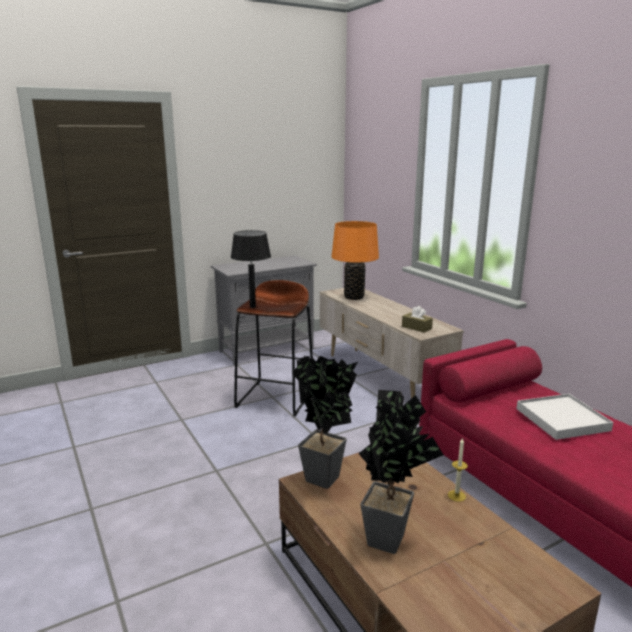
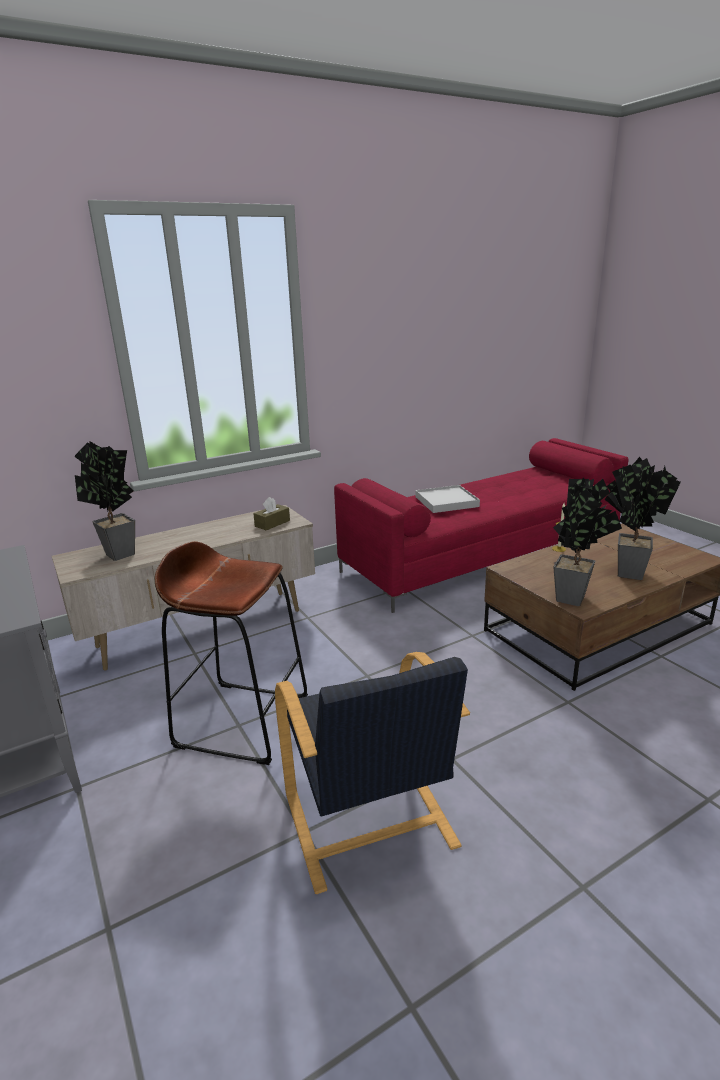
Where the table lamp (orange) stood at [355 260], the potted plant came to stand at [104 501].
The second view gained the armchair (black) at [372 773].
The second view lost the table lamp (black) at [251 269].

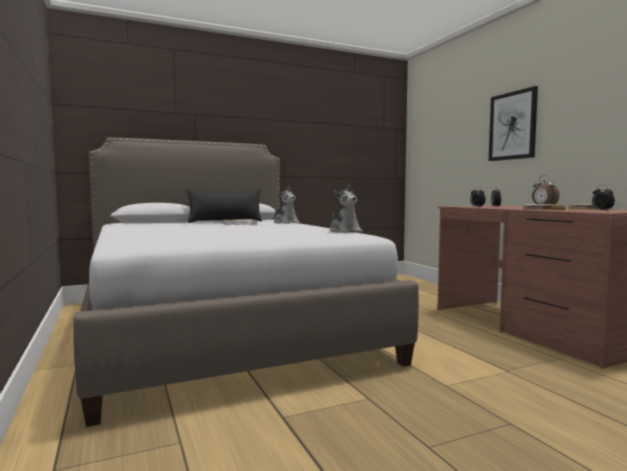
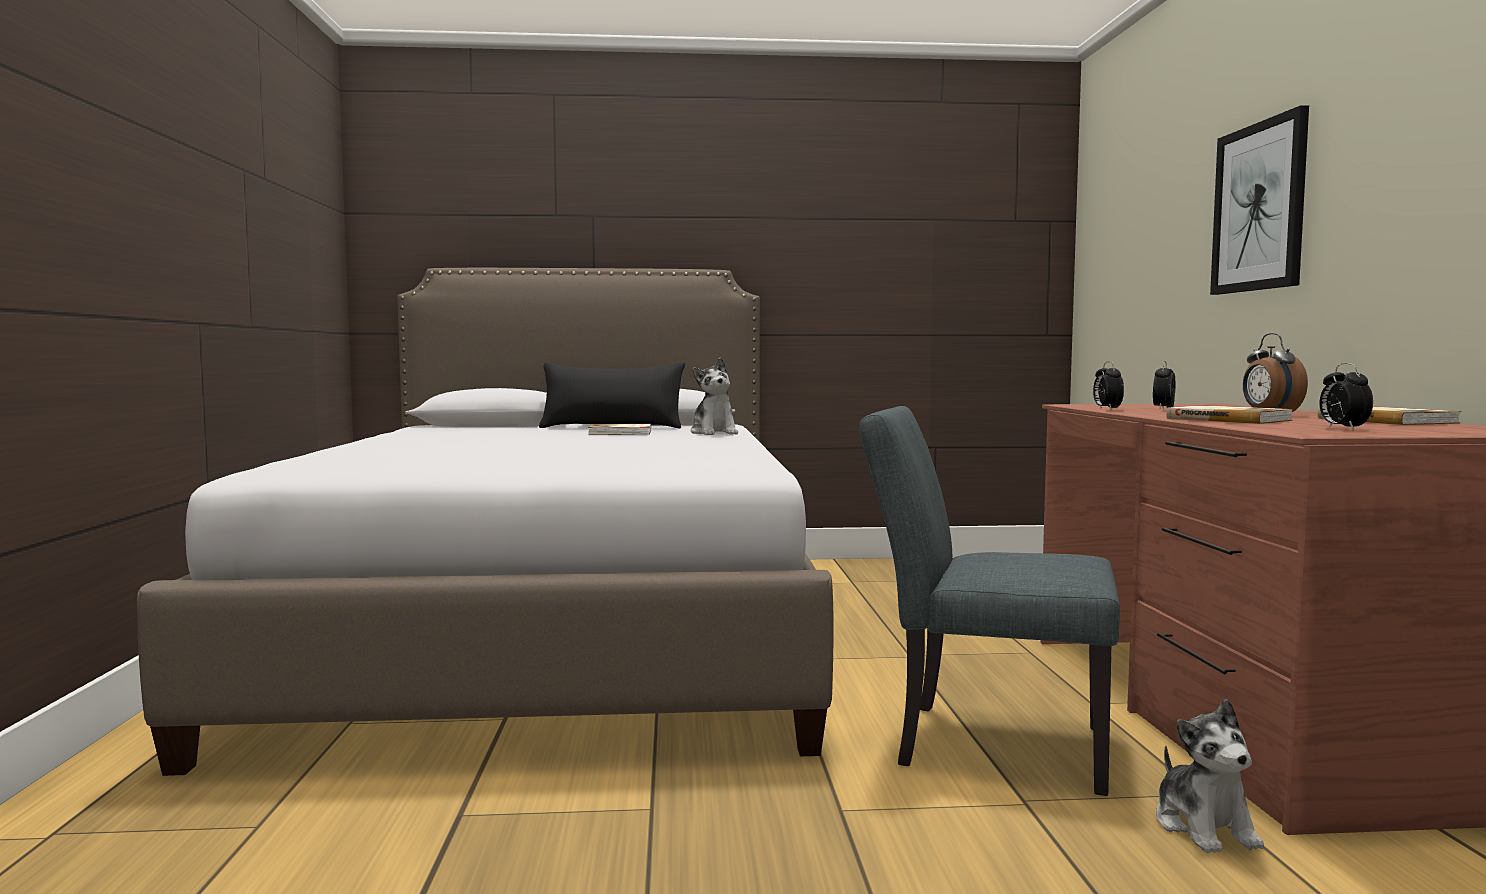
The second view gained the chair (grey) at [989 601].
The plush toy ended up elsewhere, having gone from [346 208] to [1210 776].

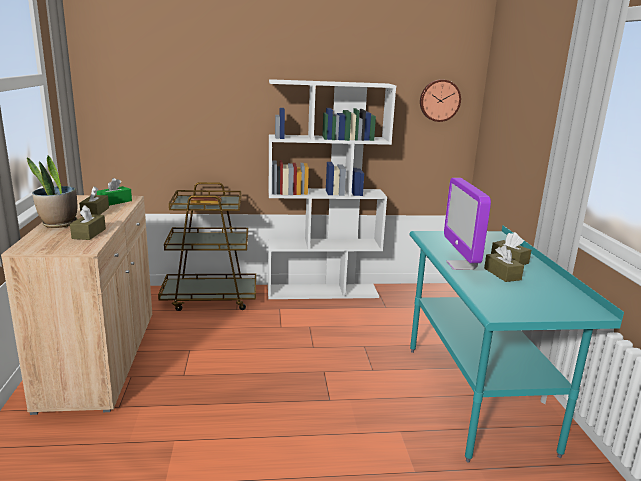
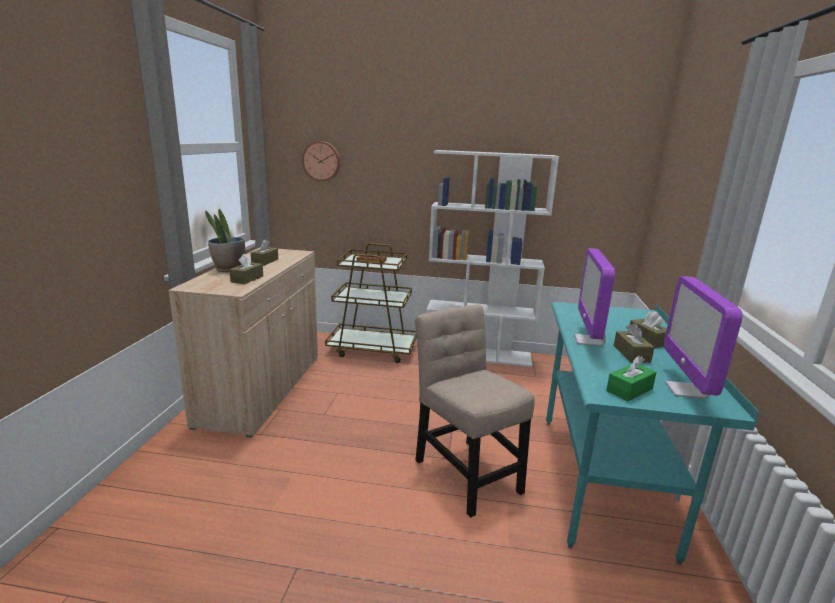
The wall clock ended up elsewhere, having gone from [440 100] to [321 161].
The second view gained the chair (beige) at [475 411].
The tissue box (green) ended up elsewhere, having gone from [114 192] to [631 378].
The second view gained the monitor at [703 337].

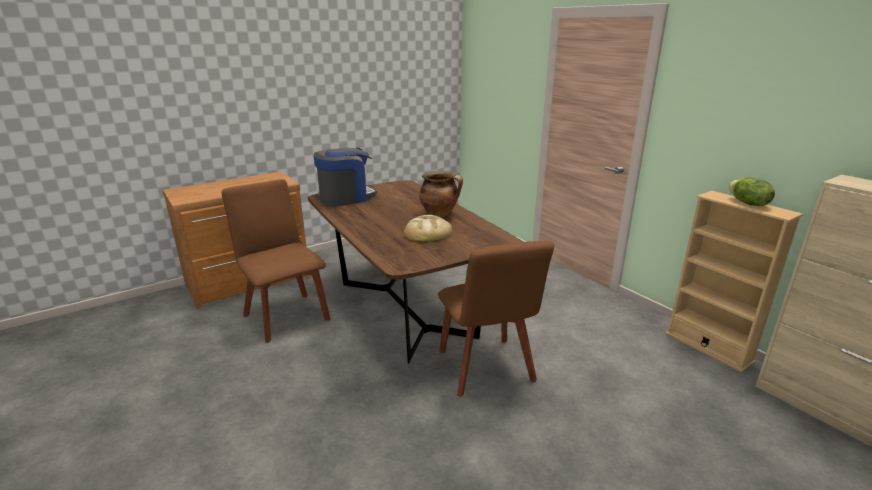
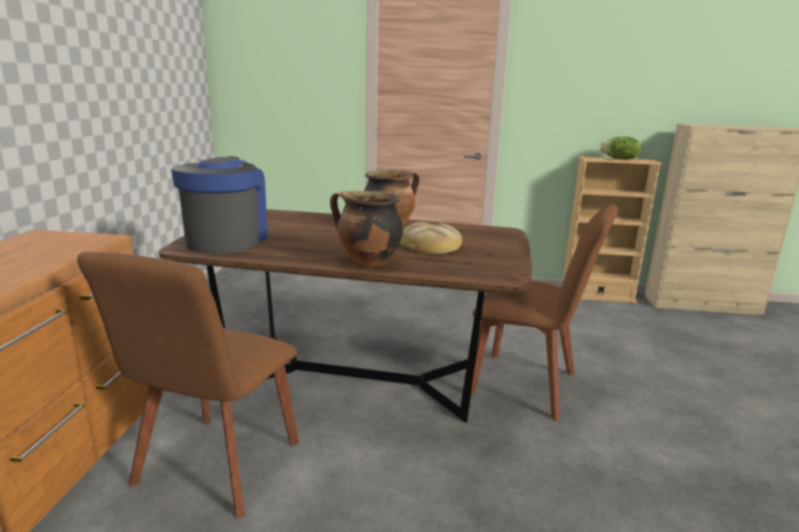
The chair (brown) at [275 261] ended up facing another way, 75 degrees counterclockwise from before.
The second view gained the cooking pot at [366 229].

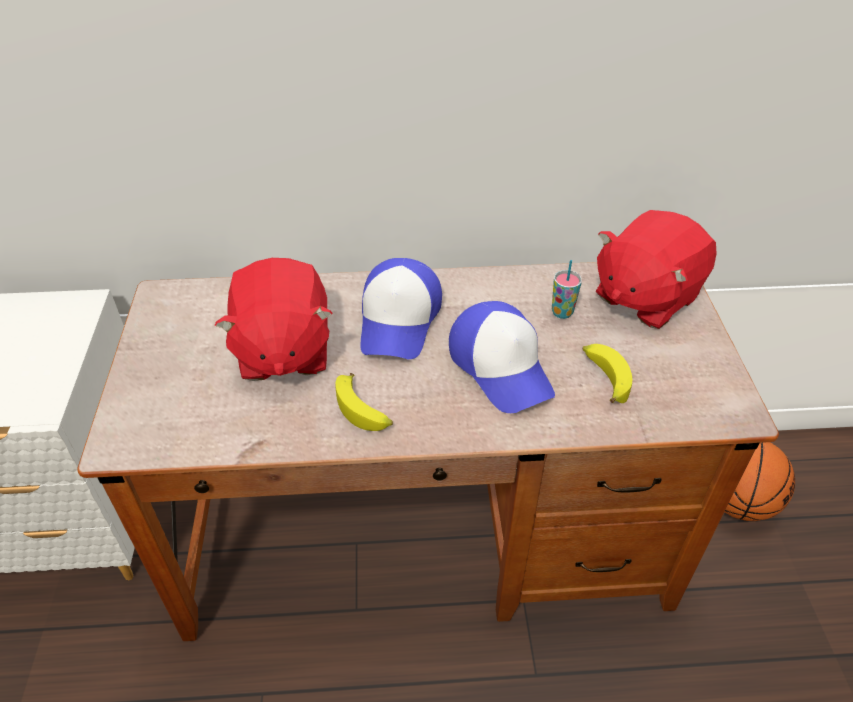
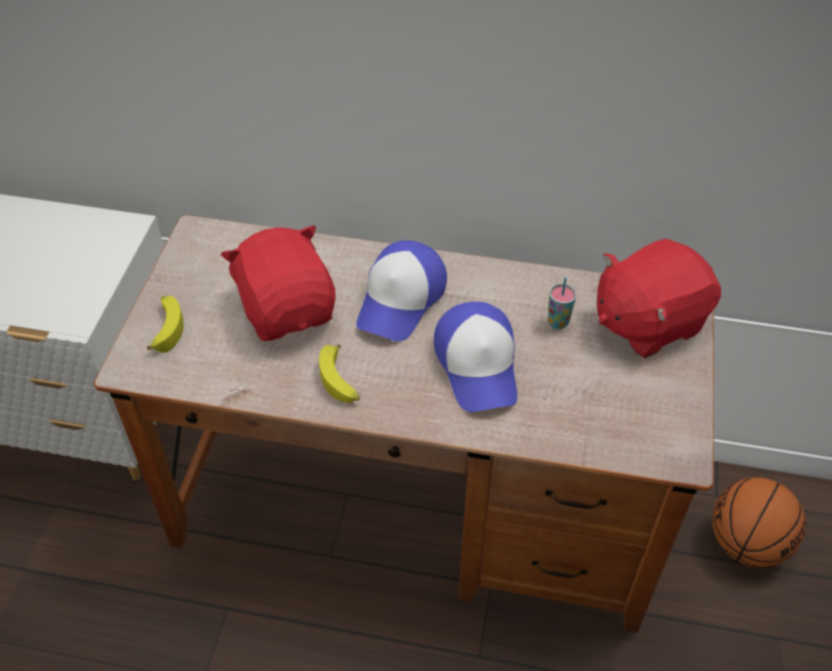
The banana ended up elsewhere, having gone from [607 373] to [165 324].
The plush toy (red) at [274 319] ended up facing another way, 150 degrees clockwise from before.

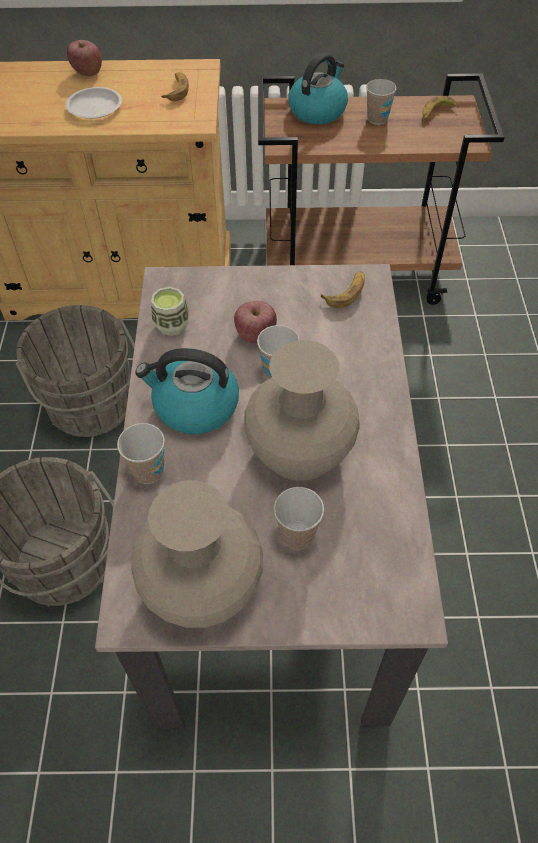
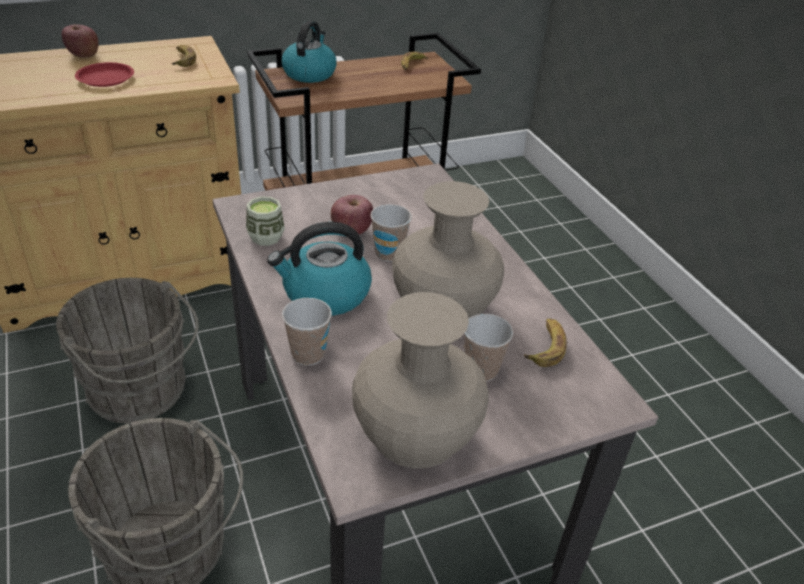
What was the plate (white) at [94 103] turned into the plate (red) at [104 74].
The banana ended up elsewhere, having gone from [343 289] to [545 342].
The second view lost the cup at [381 102].

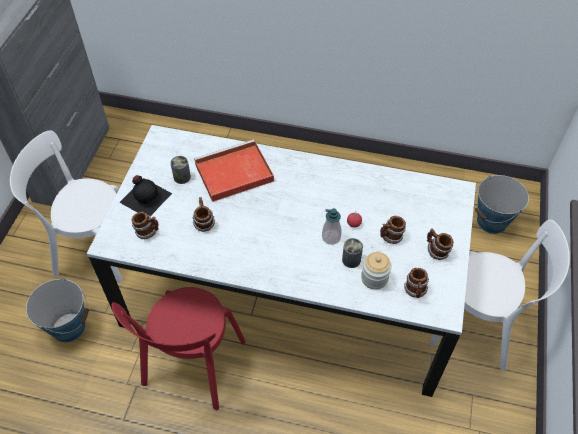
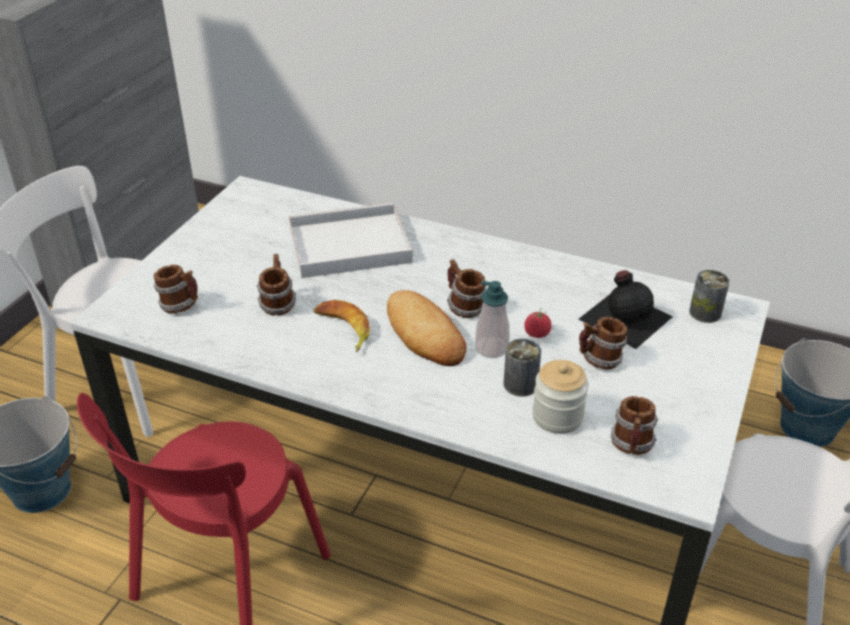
What was the tray (red) at [234 170] turned into the tray (white) at [351 240].
The second view gained the banana at [341 326].
The second view gained the bread at [426 328].
The mug ended up elsewhere, having gone from [440 244] to [466 288].
The bottle (black) ended up elsewhere, having gone from [145 195] to [625 309].
The can ended up elsewhere, having gone from [180 170] to [709 296].

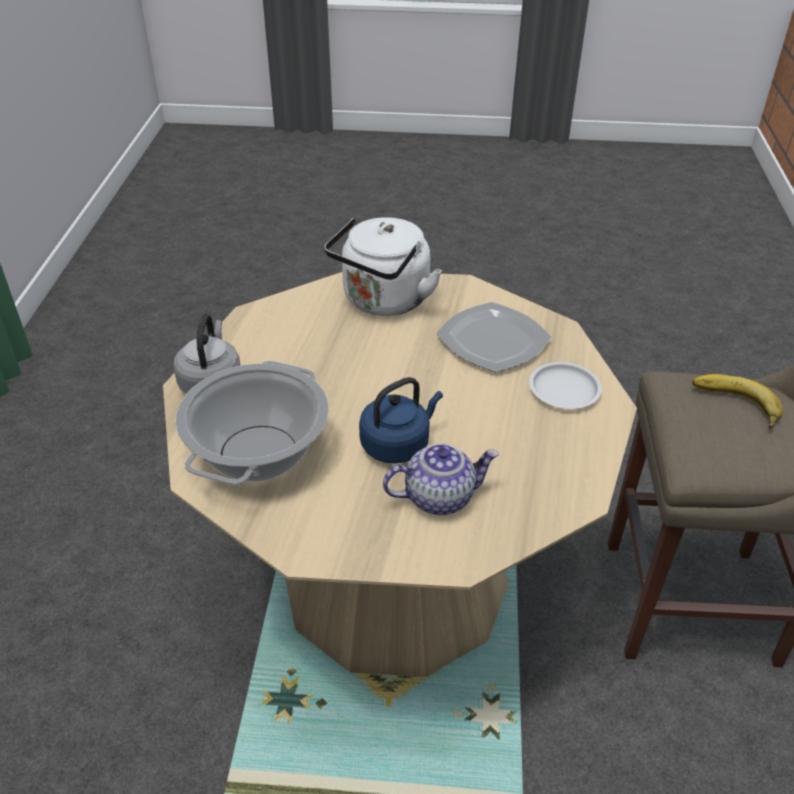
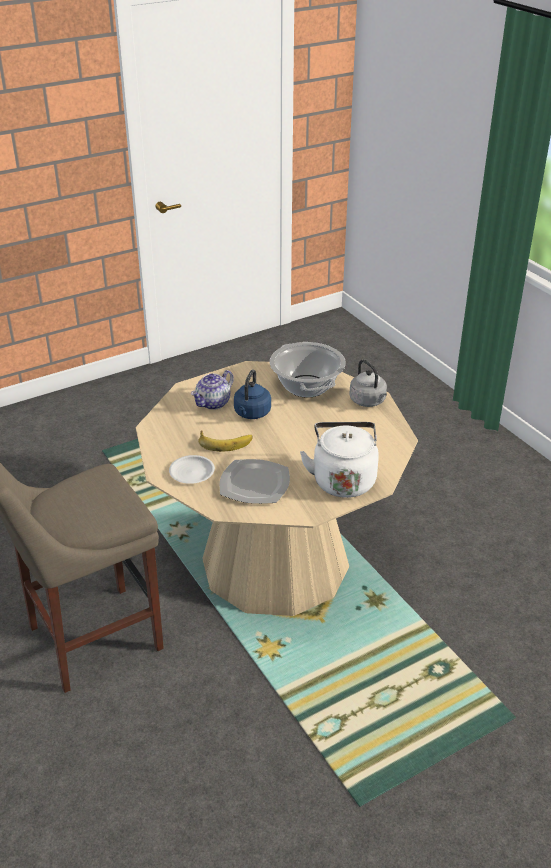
The banana ended up elsewhere, having gone from [737 401] to [225 441].

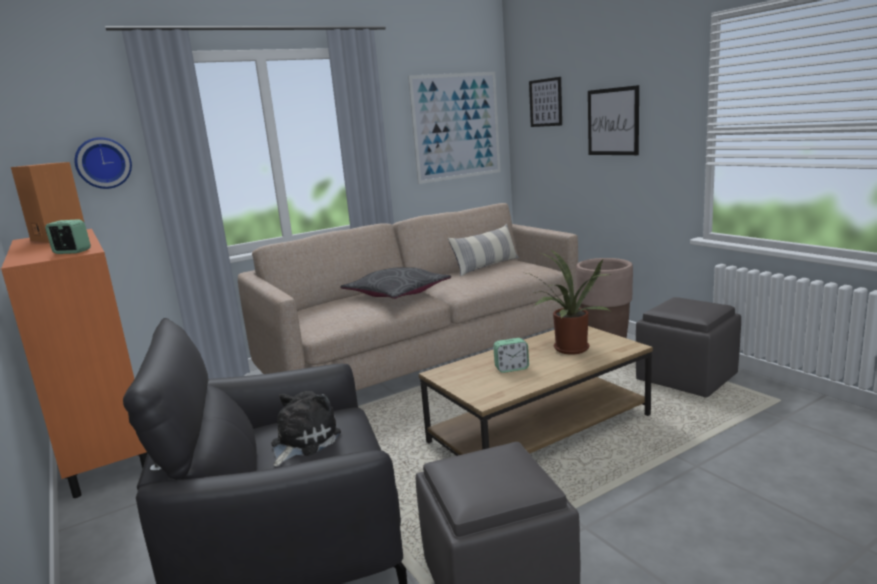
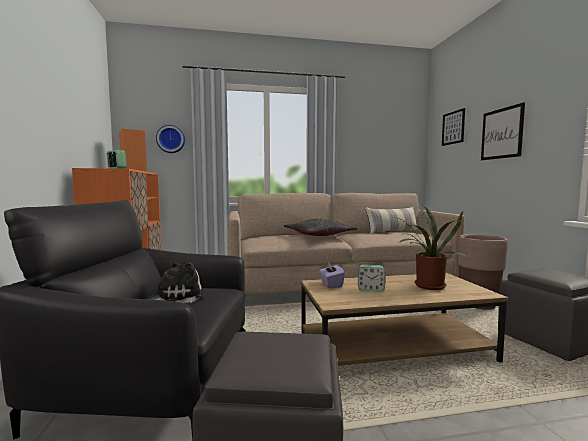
The second view gained the tissue box (purple) at [332 275].
The second view lost the picture at [454 128].

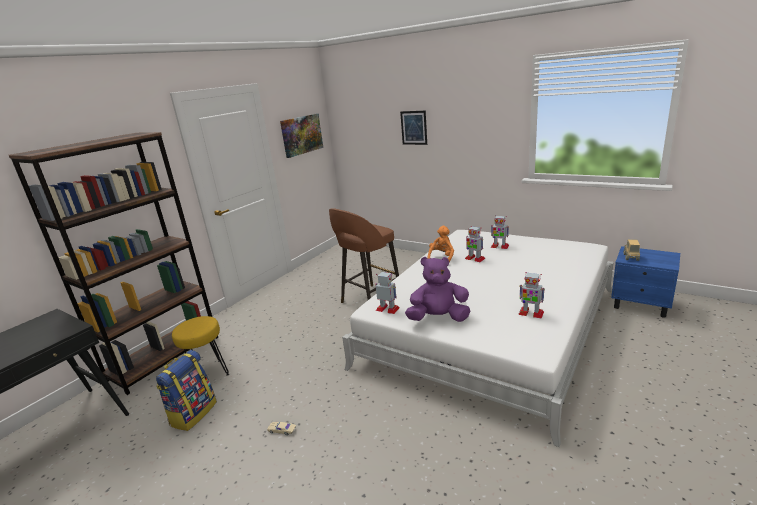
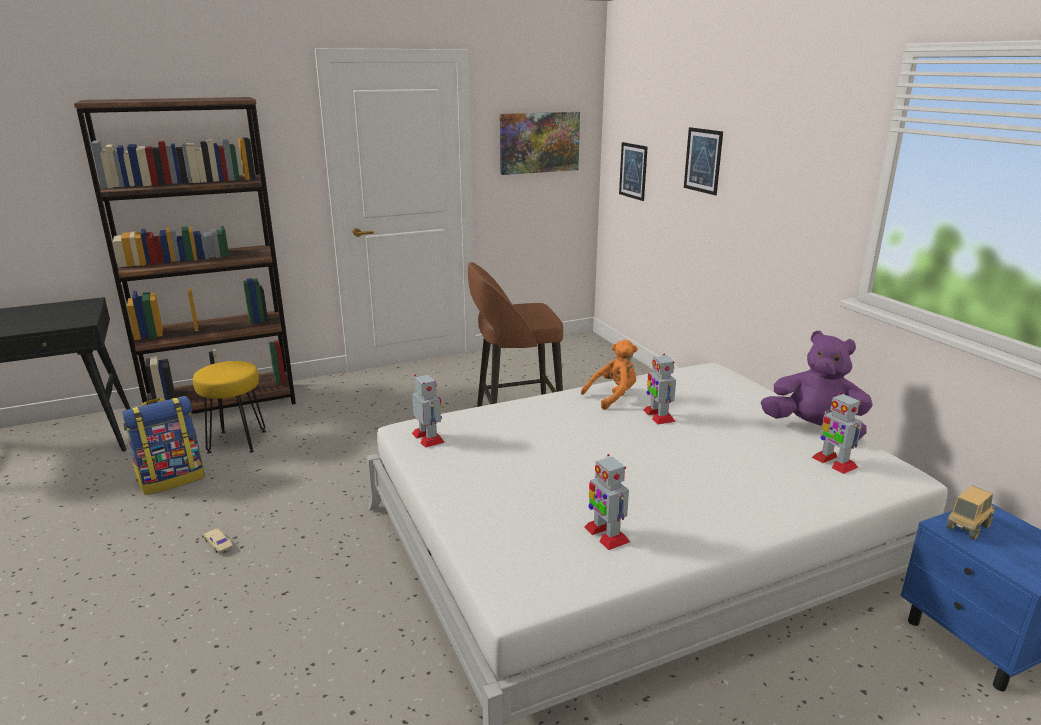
The second view gained the picture at [633 171].
The plush toy (purple) ended up elsewhere, having gone from [437 289] to [817 385].
The toy robot ended up elsewhere, having gone from [500 232] to [837 433].

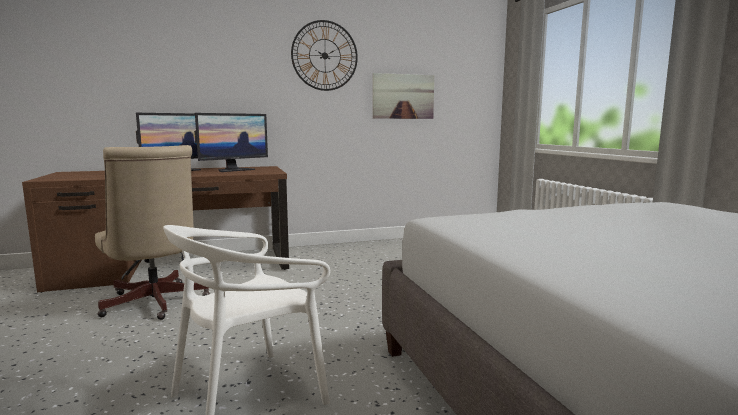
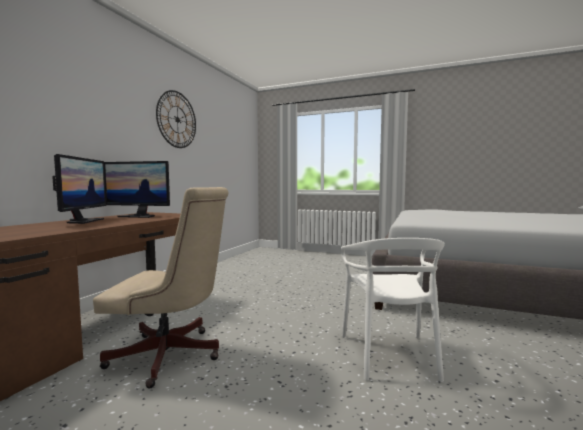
The monitor at [231 142] ended up facing another way, 105 degrees clockwise from before.
The second view lost the picture at [403 96].

